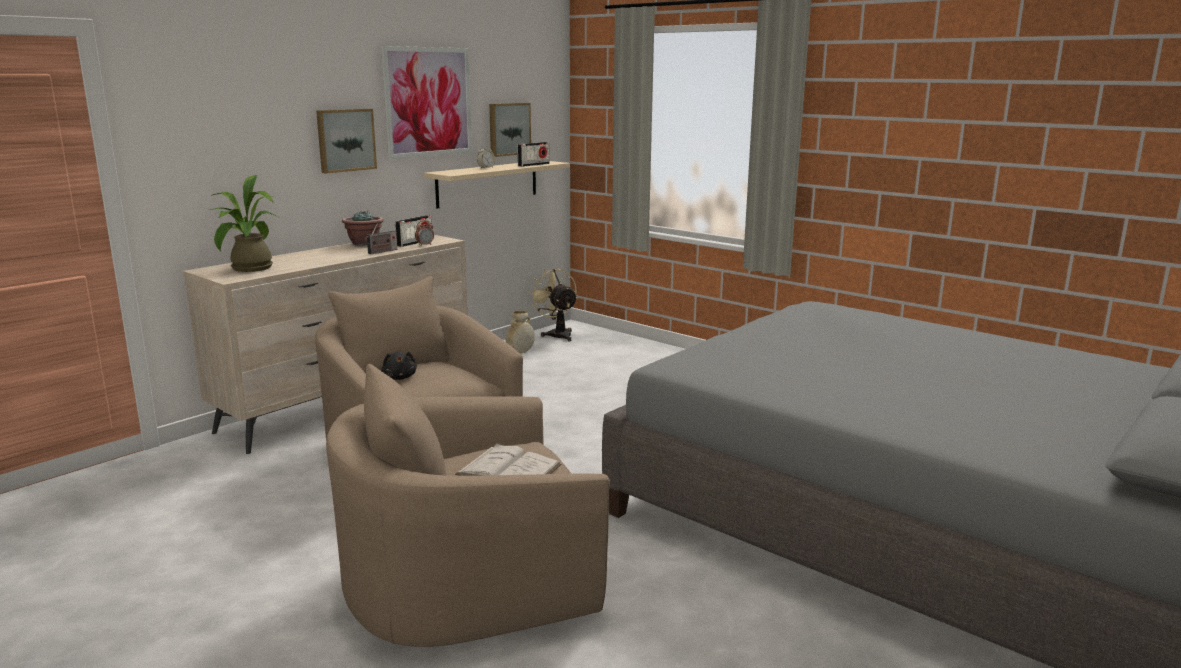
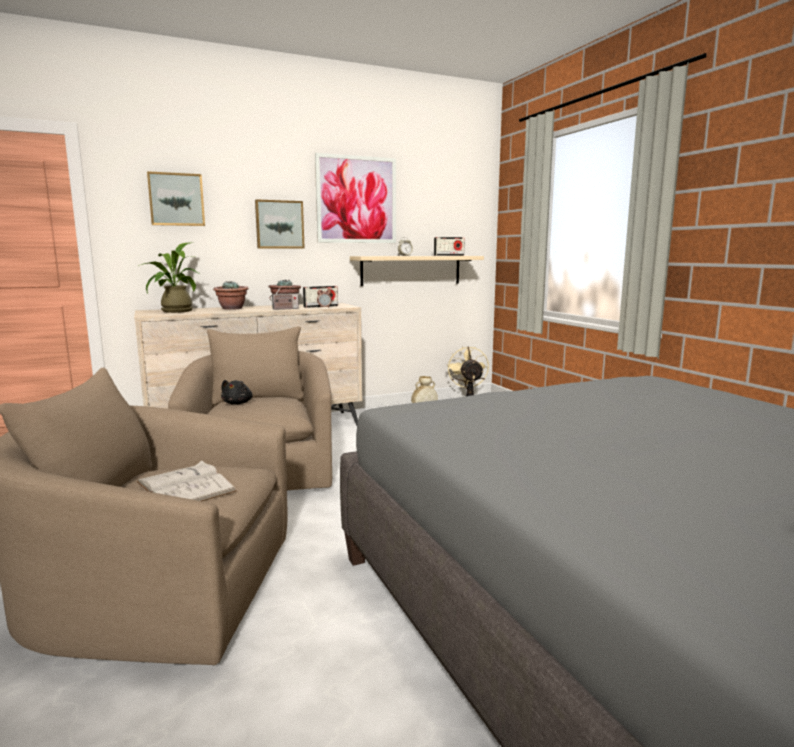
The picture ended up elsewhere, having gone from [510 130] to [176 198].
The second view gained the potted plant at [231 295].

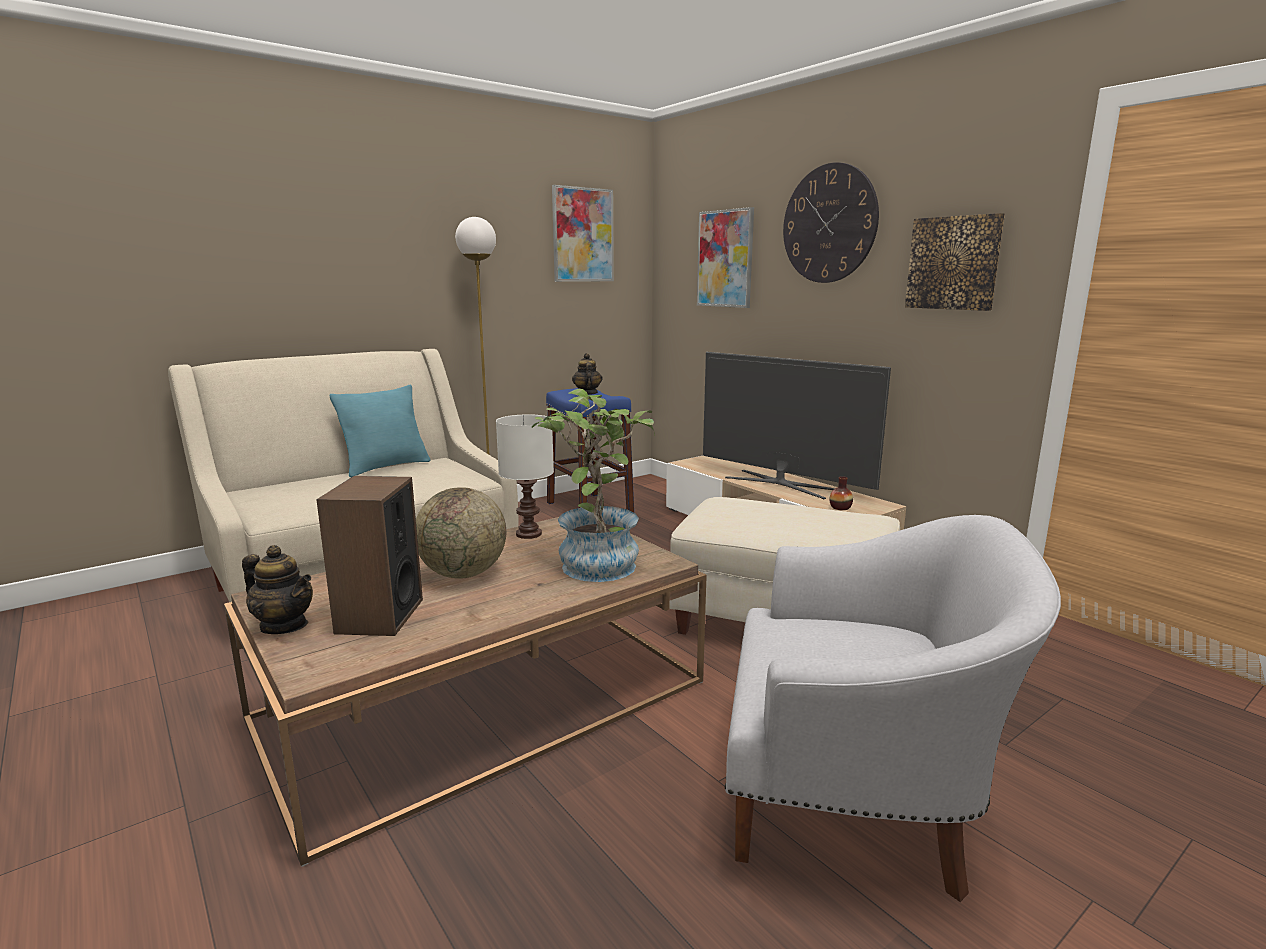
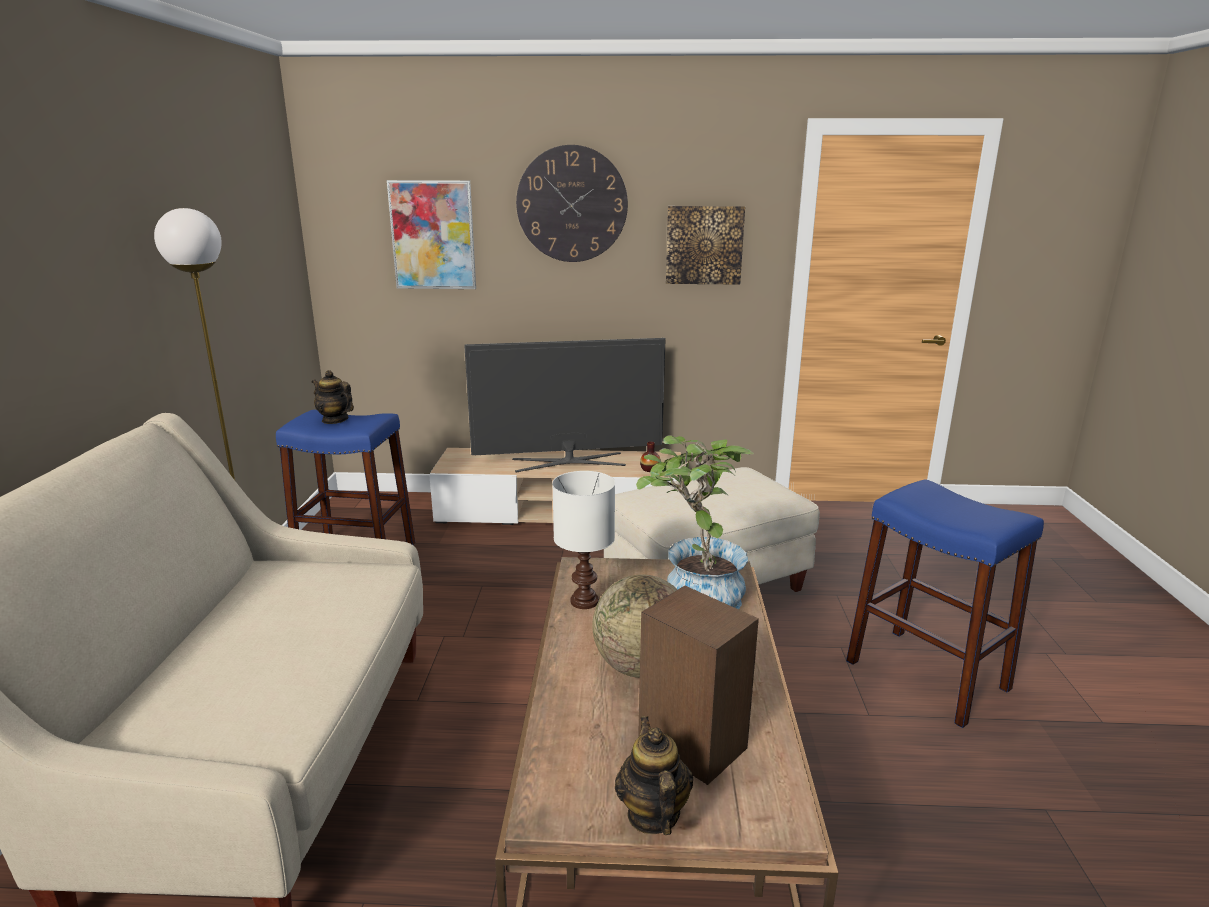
The teapot at [277 589] ended up facing another way, 75 degrees counterclockwise from before.
Where the armchair (white) stood at [893 708], the stool (blue) came to stand at [945 603].
The second view lost the pillow (turquoise) at [380 431].
The second view lost the picture at [583 233].

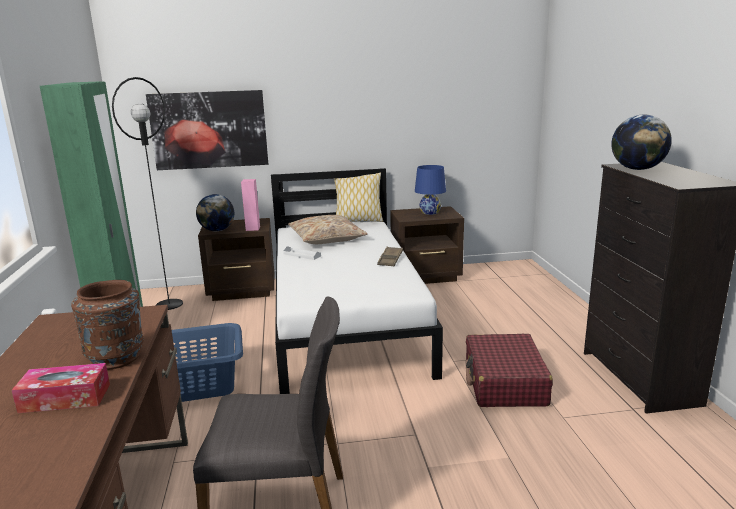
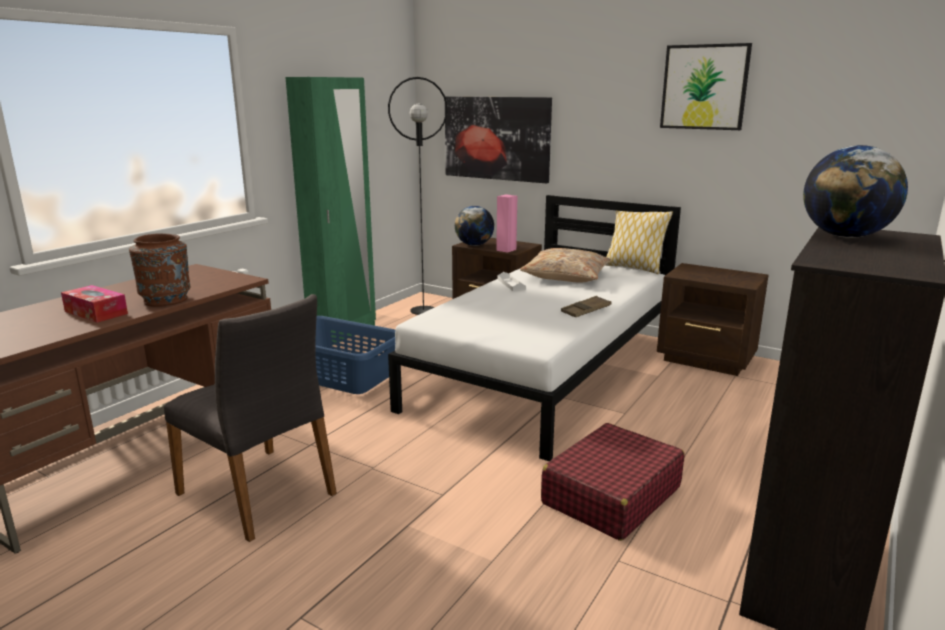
The second view gained the picture at [706 86].
The second view lost the table lamp (blue) at [430 190].

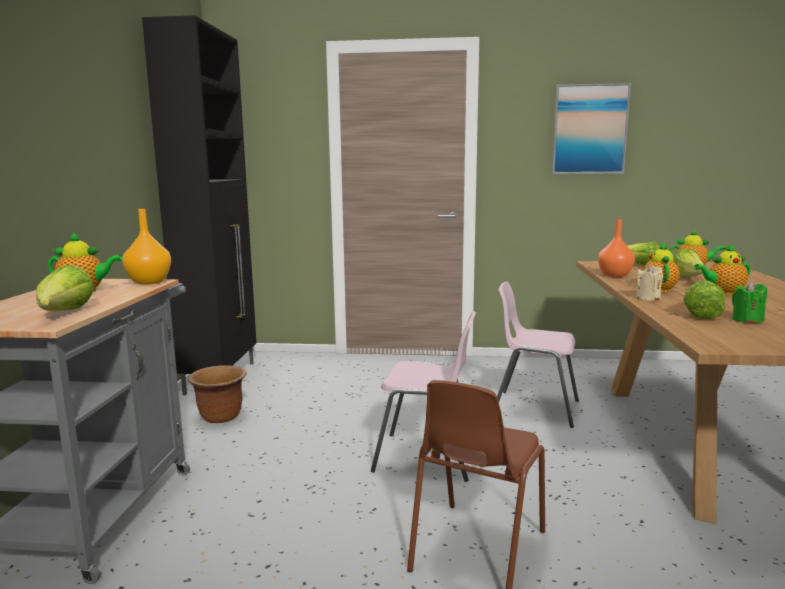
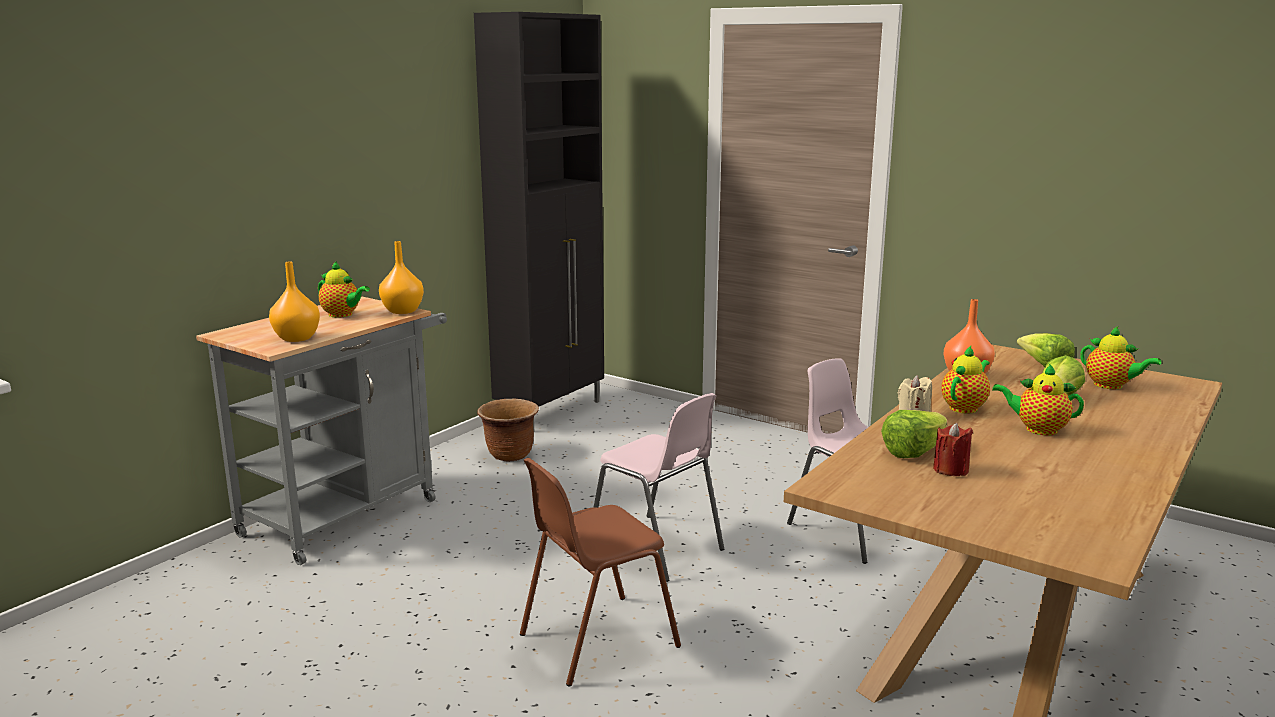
Where the lettuce stood at [65 288], the vase (orange) came to stand at [294 301].
What was the candle (green) at [749 302] turned into the candle (red) at [953 449].
The second view lost the picture at [591 128].

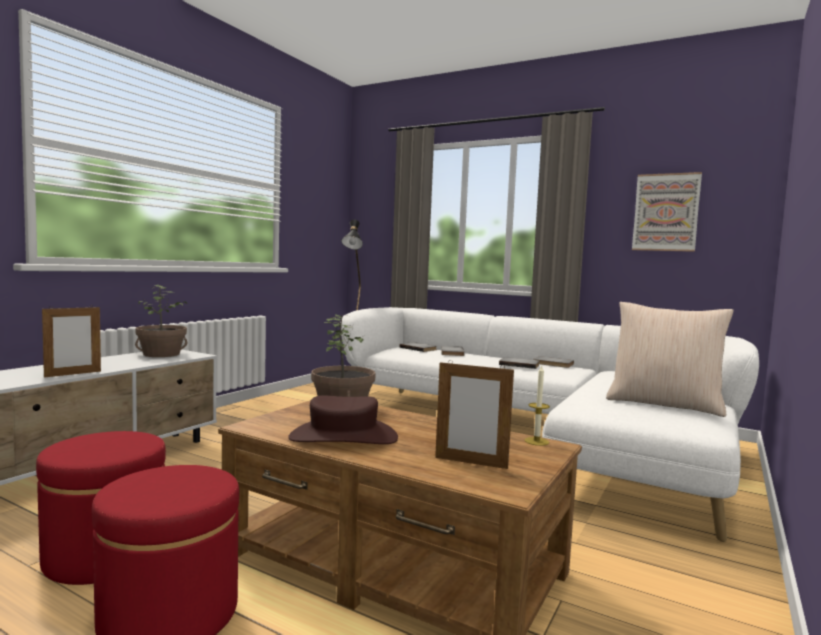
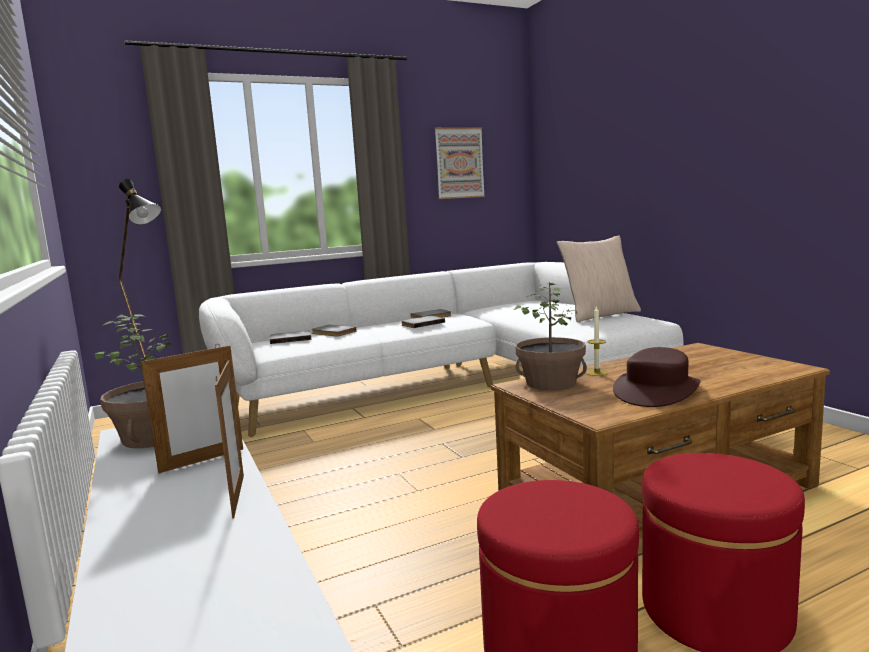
The picture frame ended up elsewhere, having gone from [474 414] to [192 409].
The candle ended up elsewhere, having gone from [537 406] to [597 340].

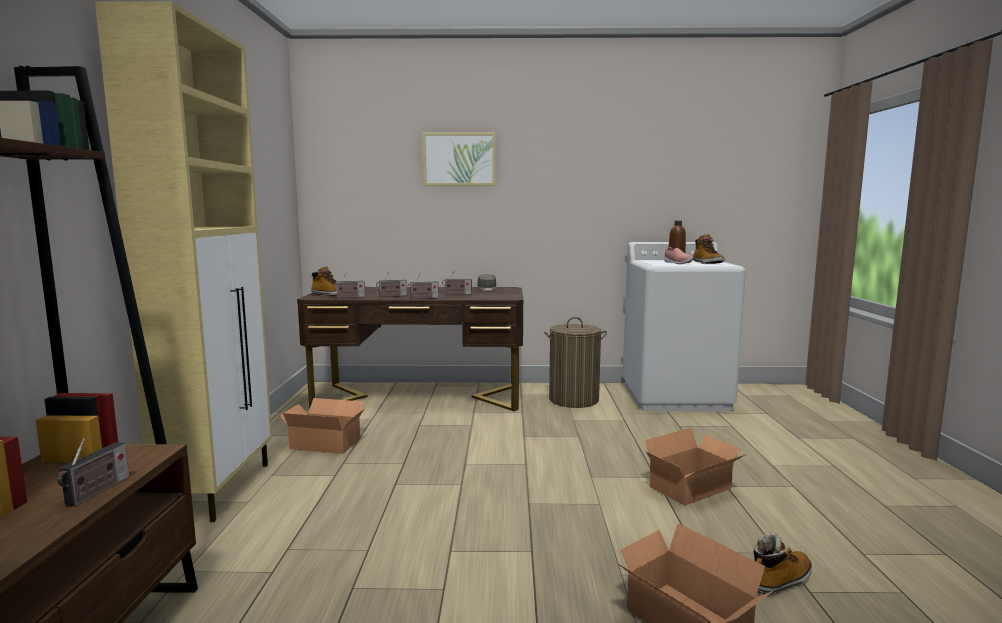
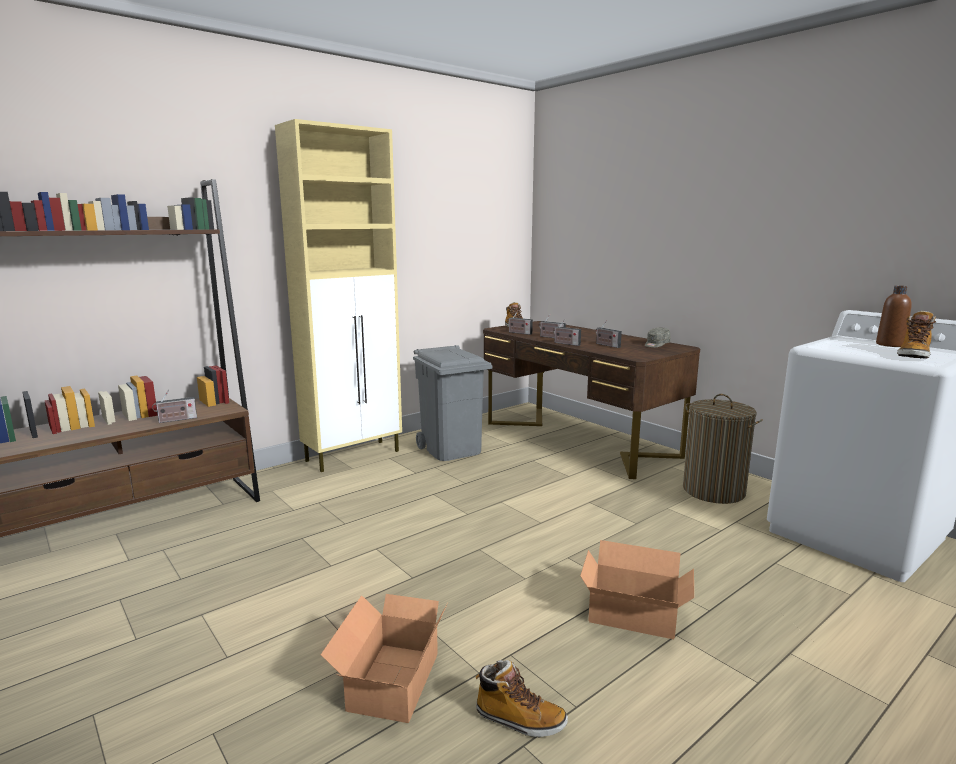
Where the cardboard box stood at [322 426], the trash can (grey) came to stand at [453 403].
The second view lost the picture at [459 159].
The second view lost the shoe (pink) at [678 255].

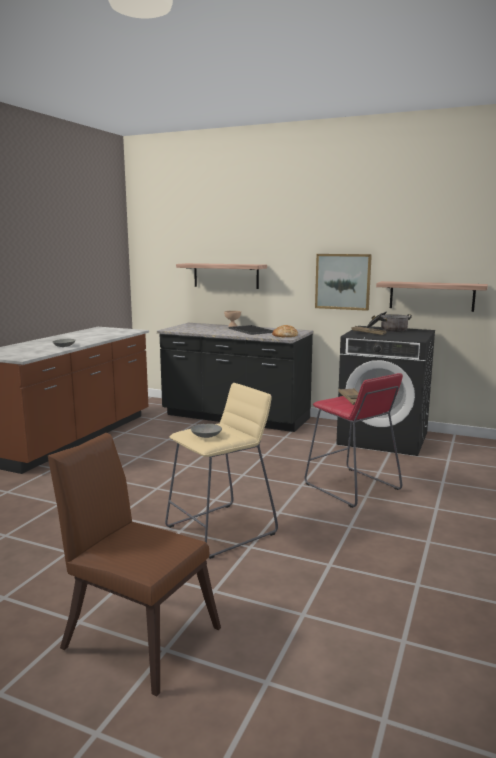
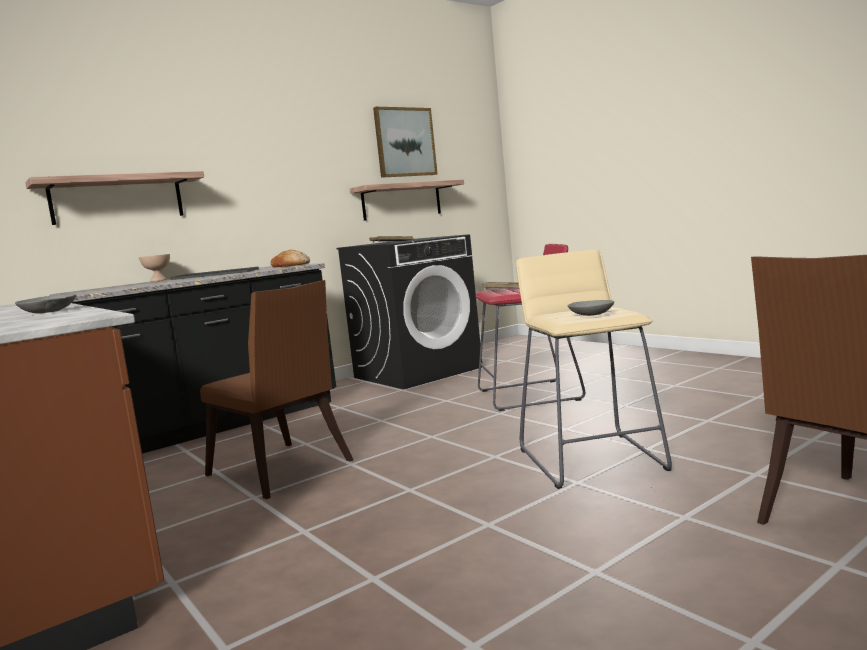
The second view gained the chair (brown) at [276 389].
The picture ended up elsewhere, having gone from [343 282] to [405 142].
The second view lost the cooking pot at [389 322].

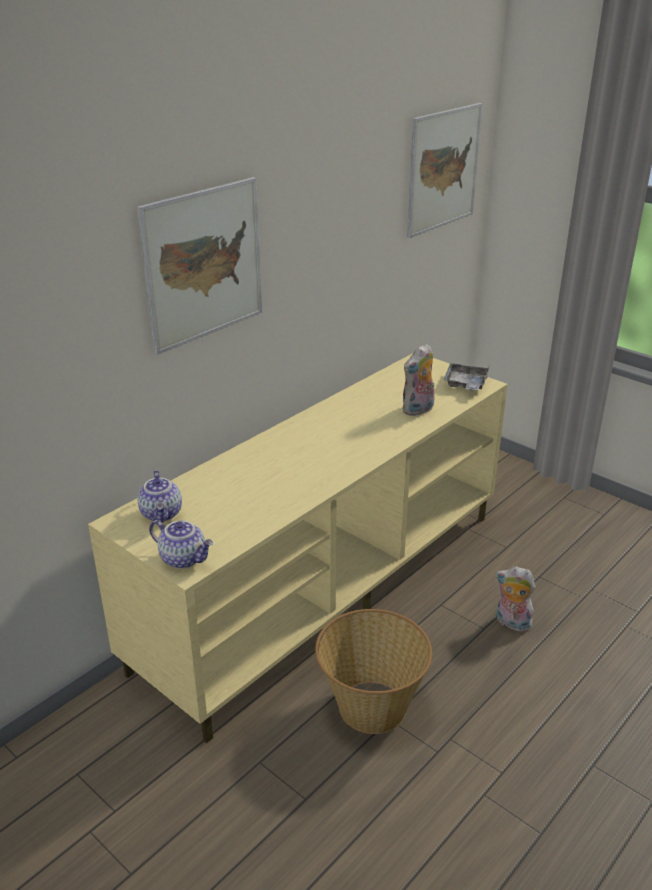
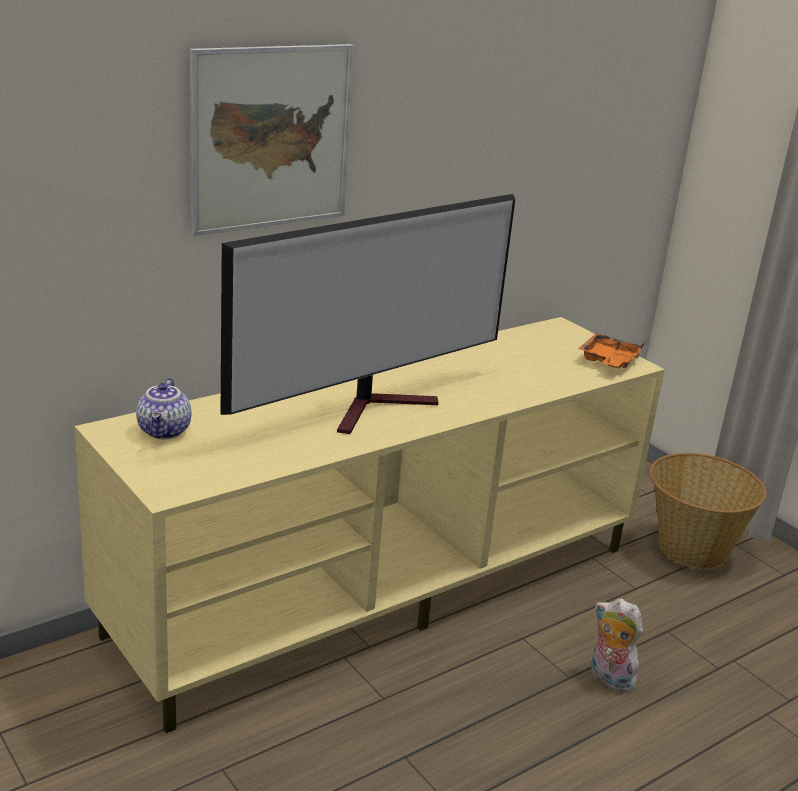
The second view gained the television at [368 314].
What was the tray (grey) at [466 376] turned into the tray (orange) at [611 350].
The basket ended up elsewhere, having gone from [373 671] to [708 511].
The second view lost the teapot at [181 544].
The second view lost the plush toy at [418 380].
The second view lost the picture at [445 170].

